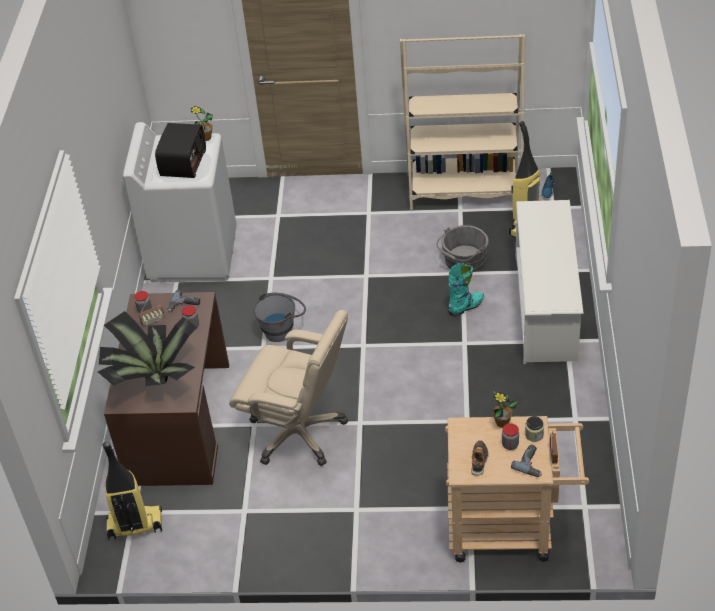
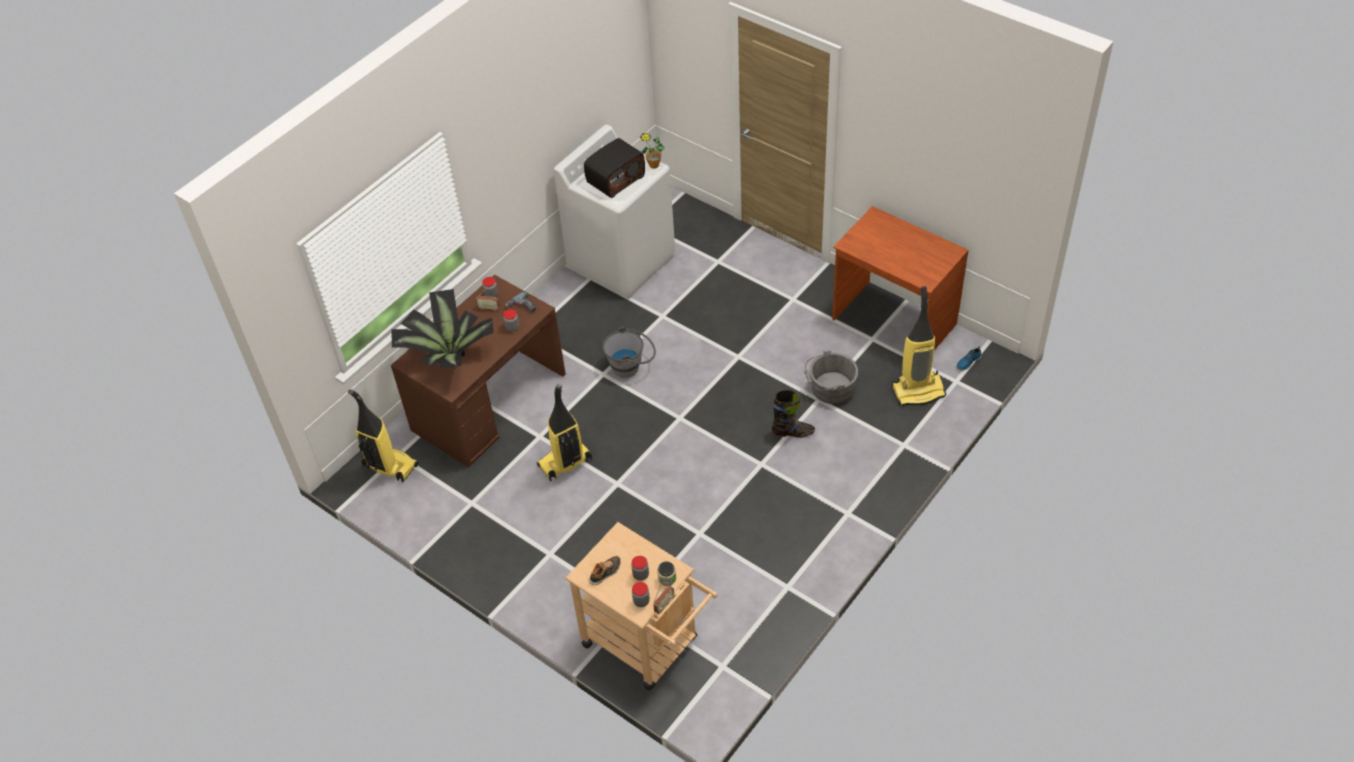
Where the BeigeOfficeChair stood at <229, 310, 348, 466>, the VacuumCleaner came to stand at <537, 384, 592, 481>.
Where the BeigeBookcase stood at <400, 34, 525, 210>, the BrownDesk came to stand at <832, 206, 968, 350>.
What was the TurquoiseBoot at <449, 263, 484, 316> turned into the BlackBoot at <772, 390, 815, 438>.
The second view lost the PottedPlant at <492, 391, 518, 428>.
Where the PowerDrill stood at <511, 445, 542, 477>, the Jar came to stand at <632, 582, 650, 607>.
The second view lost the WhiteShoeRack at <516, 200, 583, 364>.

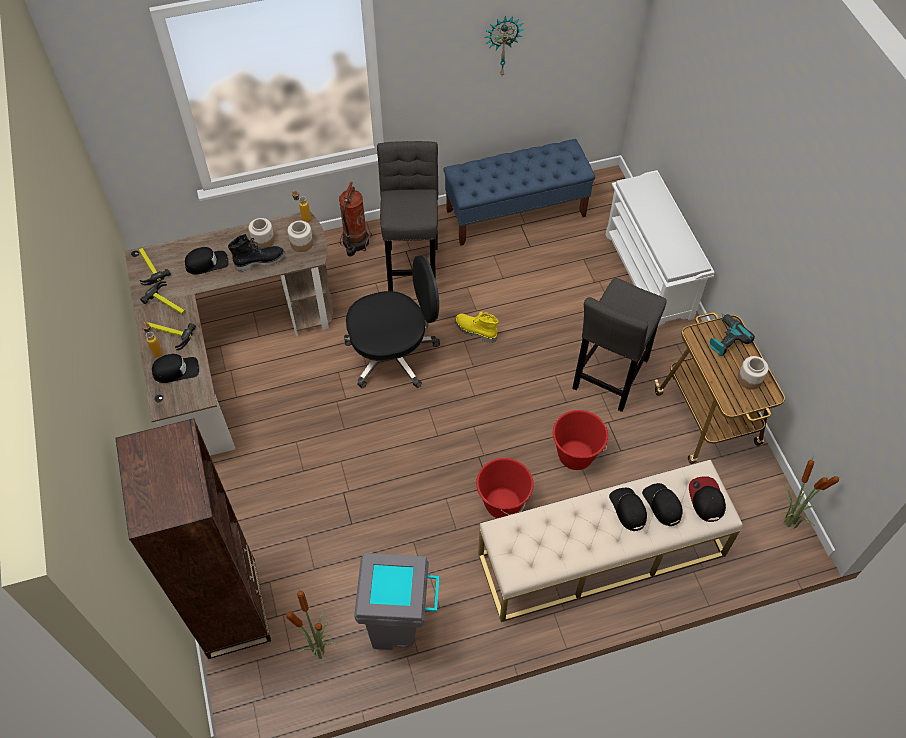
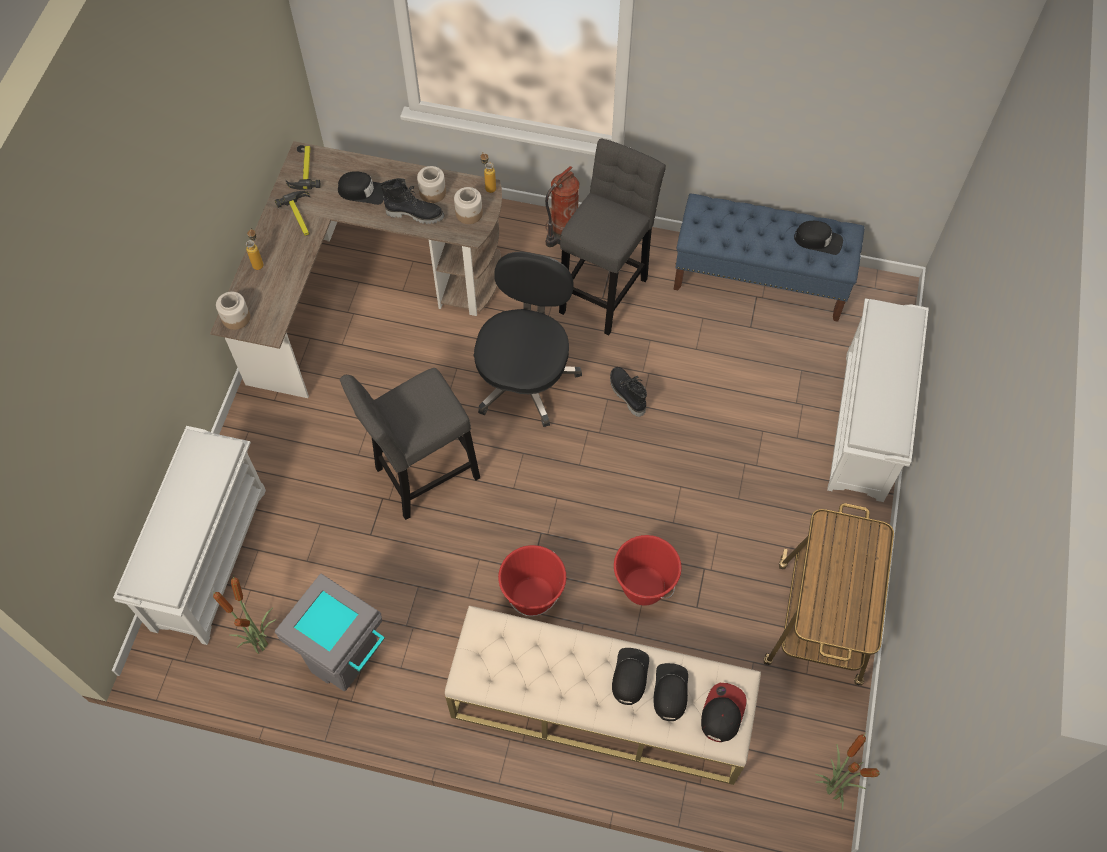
Where the BrownBookcase stood at <115, 418, 271, 659>, the WhiteShoeRack came to stand at <113, 426, 266, 645>.
The second view lost the Hammer at <148, 322, 196, 350>.
The BlackCap ended up elsewhere, having gone from <152, 354, 199, 383> to <794, 221, 843, 255>.
The BlackOfficeChair at <344, 256, 440, 388> ended up facing another way, 90 degrees counterclockwise from before.
What was the YellowBoot at <455, 311, 498, 343> turned into the BlackBoot at <610, 367, 647, 417>.
The second view lost the WallClock at <484, 16, 523, 76>.
The GreyStool ended up elsewhere, having gone from <572, 278, 667, 412> to <340, 368, 480, 520>.
The second view lost the PowerDrill at <709, 313, 755, 356>.
The Jar ended up elsewhere, having gone from <738, 356, 769, 390> to <216, 292, 250, 330>.

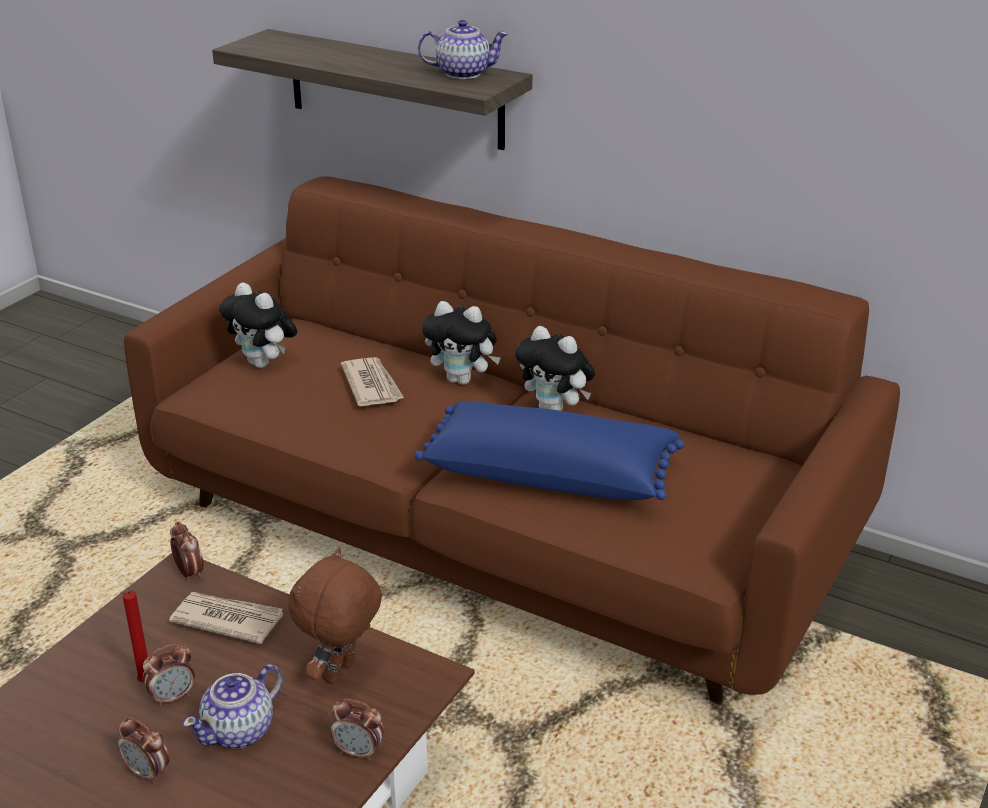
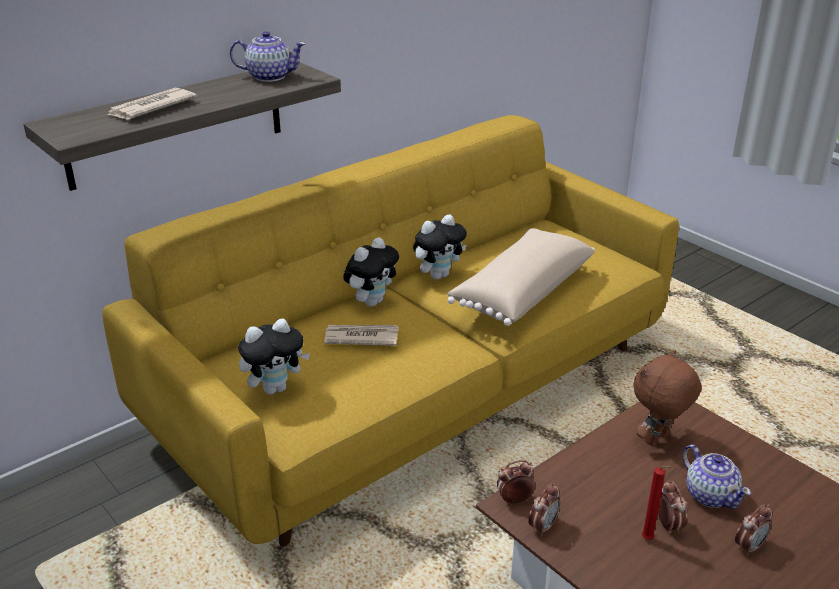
What was the BrownSofa at <124, 176, 900, 704> turned into the YellowSofa at <102, 115, 679, 547>.
The Newspaper ended up elsewhere, having gone from <169, 592, 283, 644> to <105, 88, 197, 120>.
The BrownPlushToy at <288, 548, 382, 684> ended up facing another way, 90 degrees clockwise from before.
The AlarmClock ended up elsewhere, having gone from <330, 699, 384, 761> to <528, 483, 560, 536>.
What was the BluePillow at <415, 401, 685, 500> turned into the BeigePillow at <447, 228, 595, 326>.
The Teapot at <418, 20, 508, 79> ended up facing another way, 75 degrees clockwise from before.

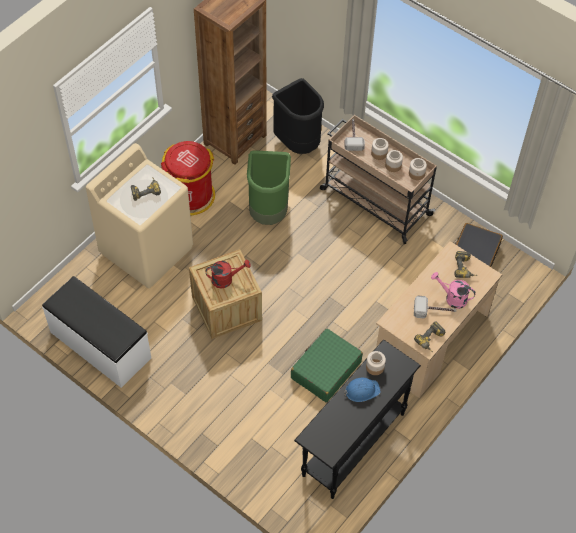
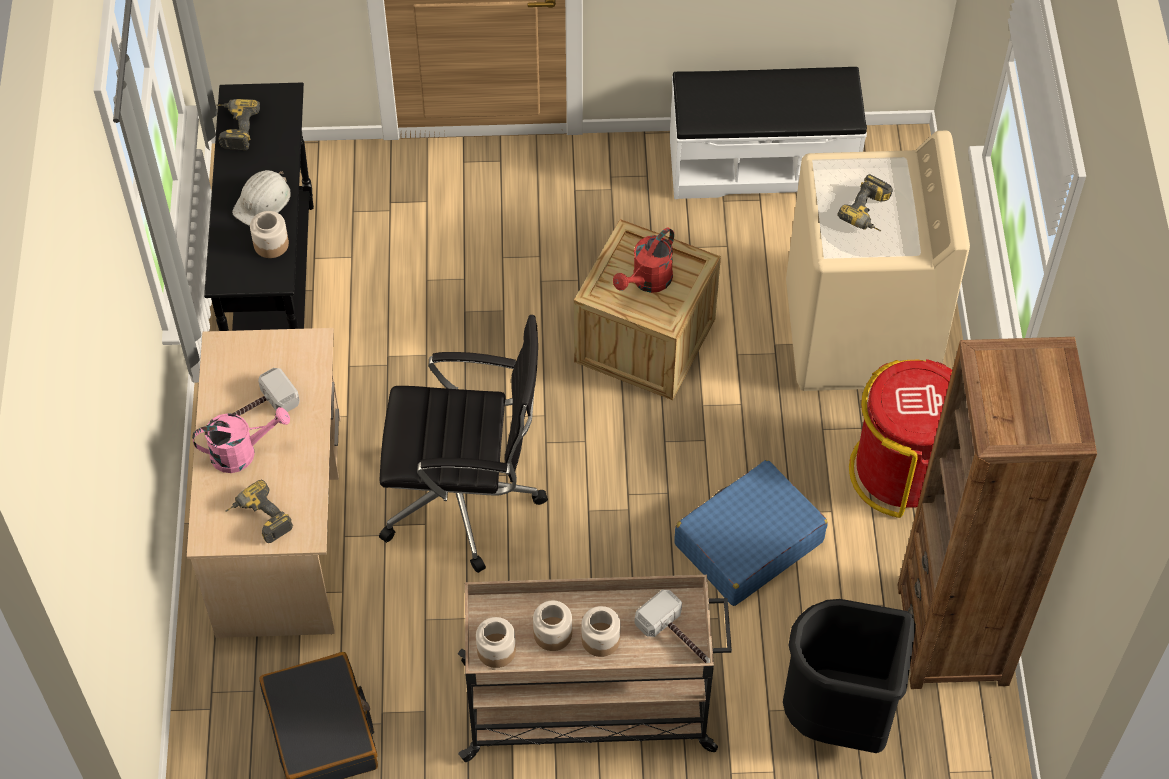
Where the GreenTrashCan stood at <247, 150, 291, 225>, the BlueSuitcase came to stand at <674, 460, 828, 606>.
The second view lost the GreenSuitcase at <291, 329, 363, 402>.
What was the BlueHardHat at <344, 378, 381, 402> turned into the WhiteHardHat at <232, 170, 291, 226>.
The PowerDrill ended up elsewhere, having gone from <414, 321, 445, 352> to <216, 99, 260, 150>.
The second view gained the BlackOfficeChair at <379, 315, 548, 573>.

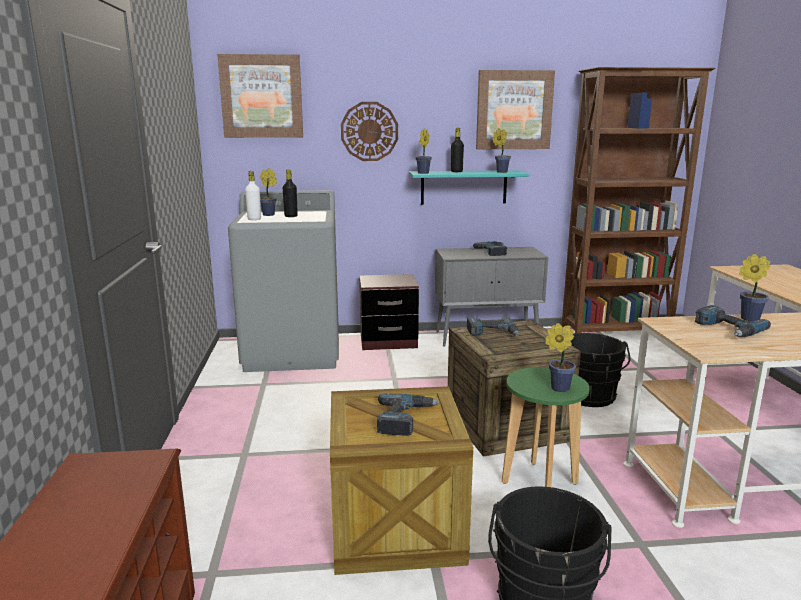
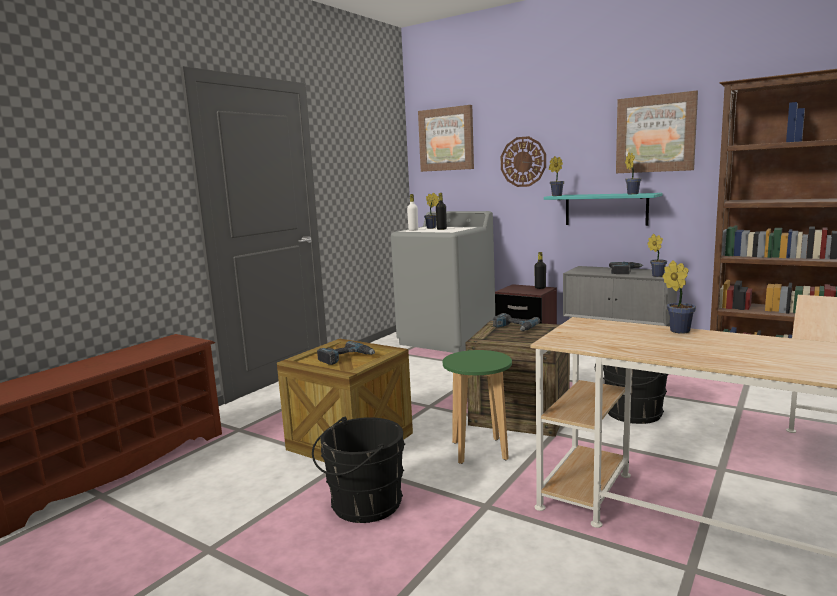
The BlackBottle ended up elsewhere, having gone from <451, 128, 464, 172> to <534, 252, 546, 289>.
The PottedPlant ended up elsewhere, having gone from <545, 323, 576, 392> to <647, 234, 667, 277>.
The second view lost the PowerDrill at <694, 305, 771, 337>.

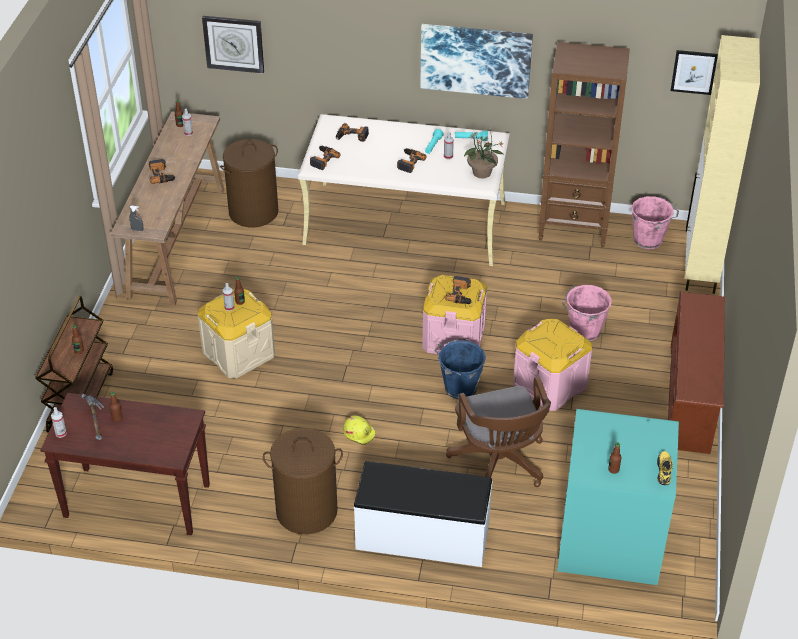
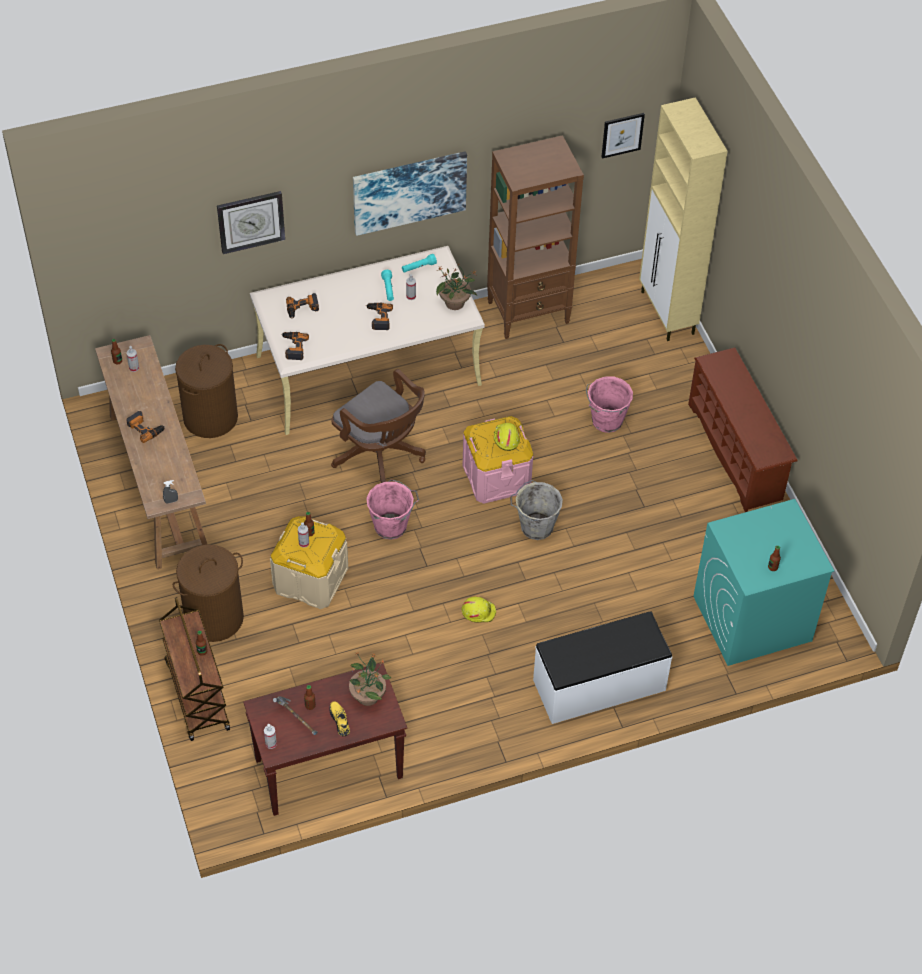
The WallClock ended up elsewhere, having gone from <202, 16, 264, 74> to <217, 191, 285, 254>.
The BrownLaundryBasket ended up elsewhere, having gone from <263, 428, 343, 534> to <173, 544, 244, 642>.
What was the BlueBucket at <434, 339, 486, 399> turned into the GreyBucket at <510, 480, 563, 540>.
Where the PowerDrill stood at <445, 276, 472, 304>, the YellowHardHat came to stand at <494, 423, 520, 451>.
The BrownOfficeChair ended up elsewhere, having gone from <446, 377, 551, 487> to <331, 369, 426, 483>.
The second view lost the PinkStorageBox at <513, 319, 592, 411>.
The PinkBucket ended up elsewhere, having gone from <631, 196, 679, 249> to <366, 480, 419, 540>.
The YellowShoe ended up elsewhere, having gone from <657, 451, 673, 485> to <329, 701, 350, 736>.
The second view gained the PottedPlant at <349, 651, 391, 706>.

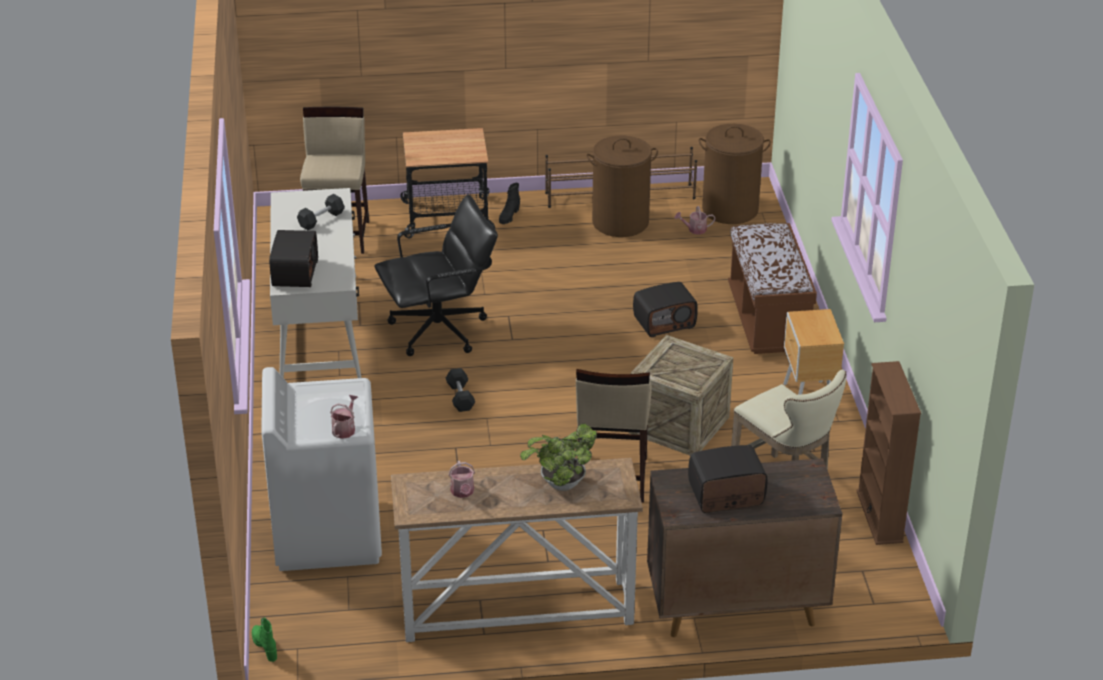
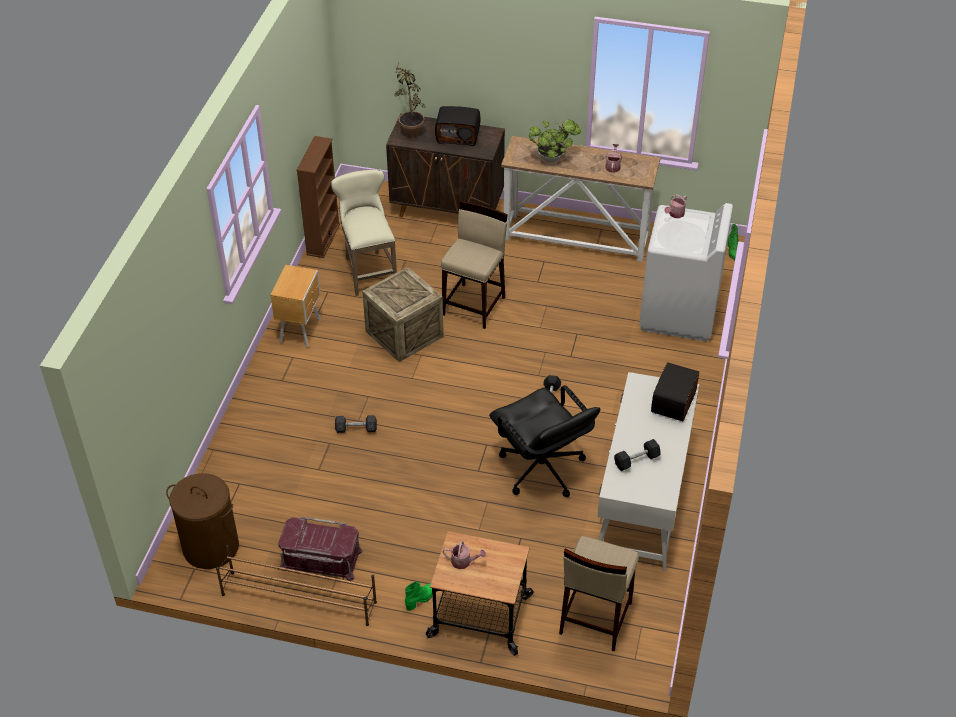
The BlackOfficeChair at <375, 194, 498, 356> ended up facing another way, 120 degrees counterclockwise from before.
What was the BlackBoot at <499, 183, 520, 224> turned into the GreenBoot at <405, 581, 433, 611>.
Where the BrownLaundryBasket stood at <586, 136, 658, 237>, the RedStorageBox came to stand at <278, 517, 363, 581>.
Where the Radio stood at <633, 282, 698, 337>, the GreyDumbbell came to stand at <335, 415, 377, 433>.
The WateringCan ended up elsewhere, having gone from <675, 206, 715, 235> to <442, 541, 486, 569>.
The second view lost the BrownBench at <728, 223, 817, 354>.
The second view gained the PottedPlant at <395, 62, 426, 137>.

